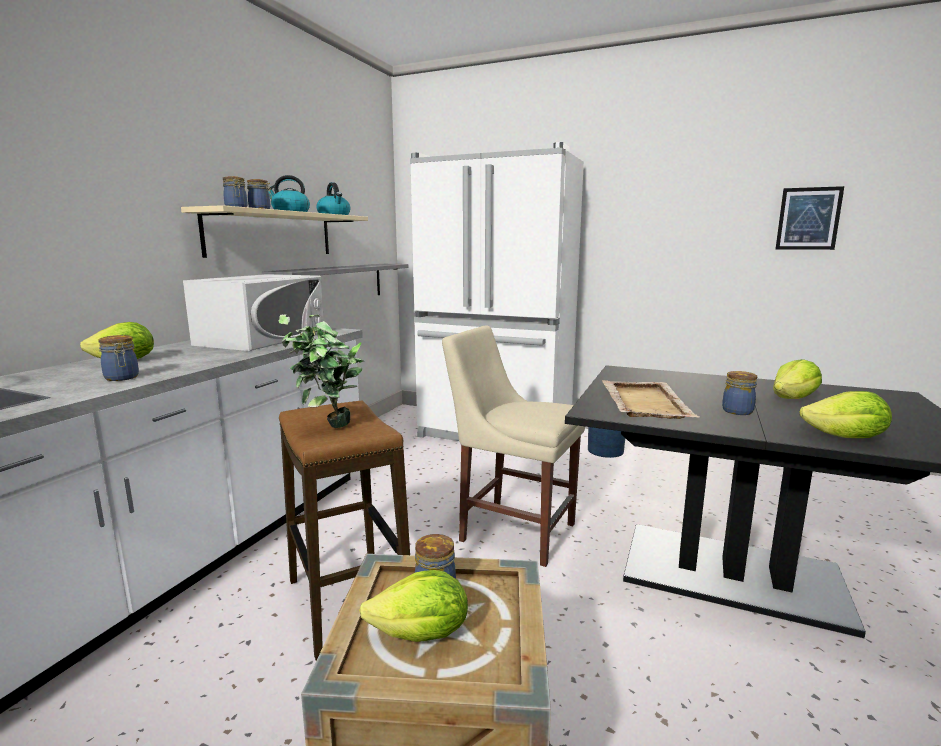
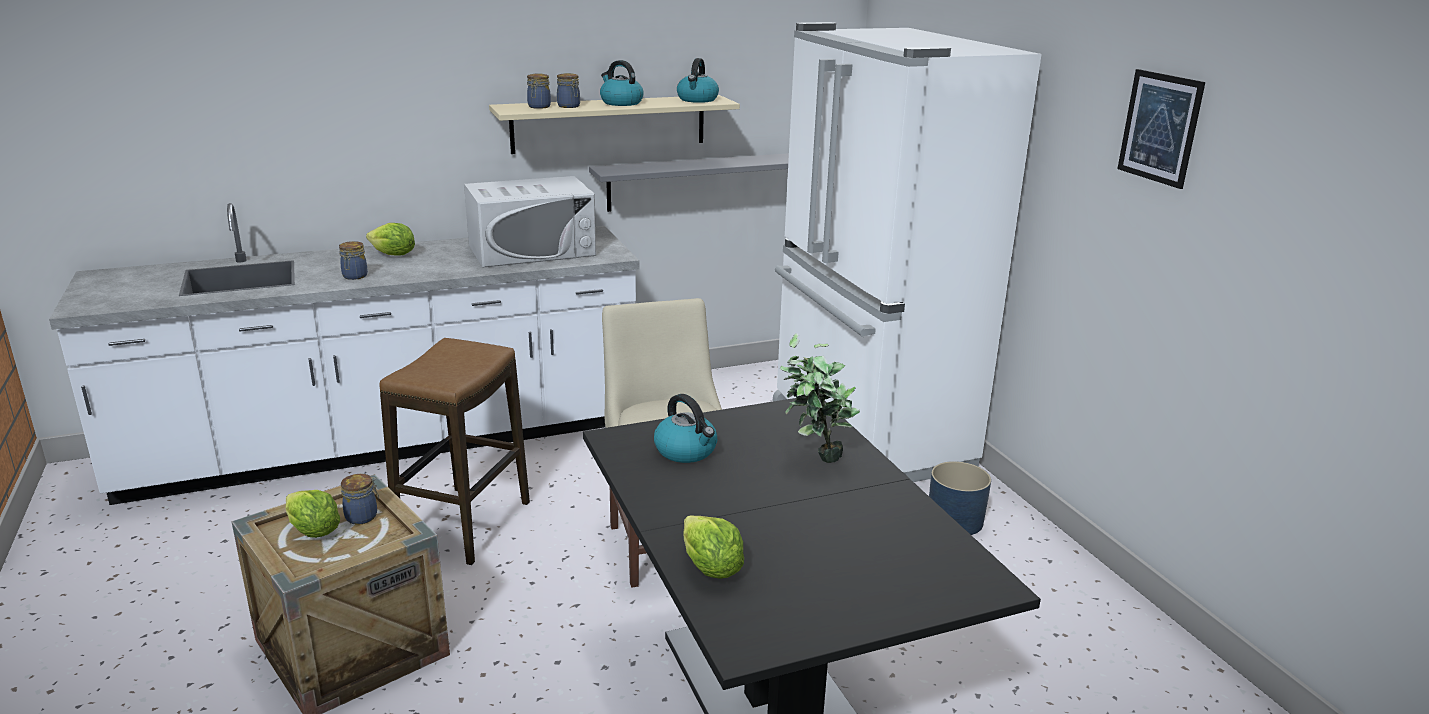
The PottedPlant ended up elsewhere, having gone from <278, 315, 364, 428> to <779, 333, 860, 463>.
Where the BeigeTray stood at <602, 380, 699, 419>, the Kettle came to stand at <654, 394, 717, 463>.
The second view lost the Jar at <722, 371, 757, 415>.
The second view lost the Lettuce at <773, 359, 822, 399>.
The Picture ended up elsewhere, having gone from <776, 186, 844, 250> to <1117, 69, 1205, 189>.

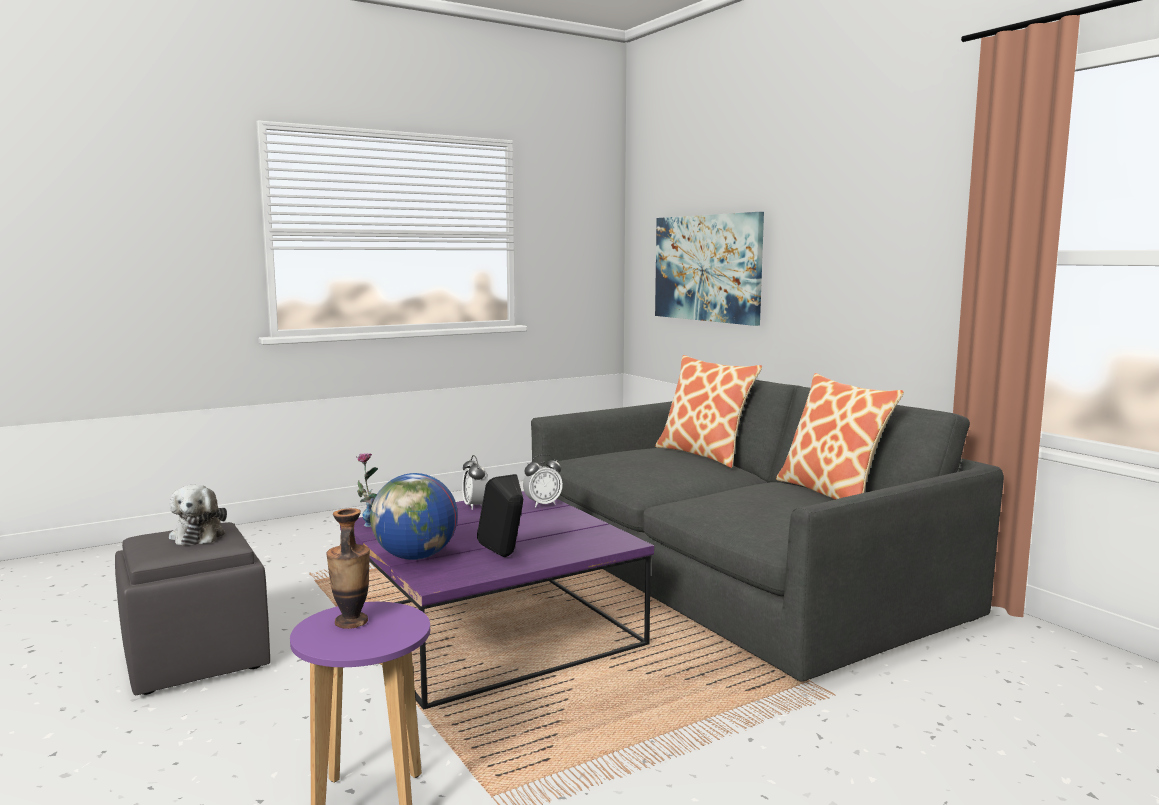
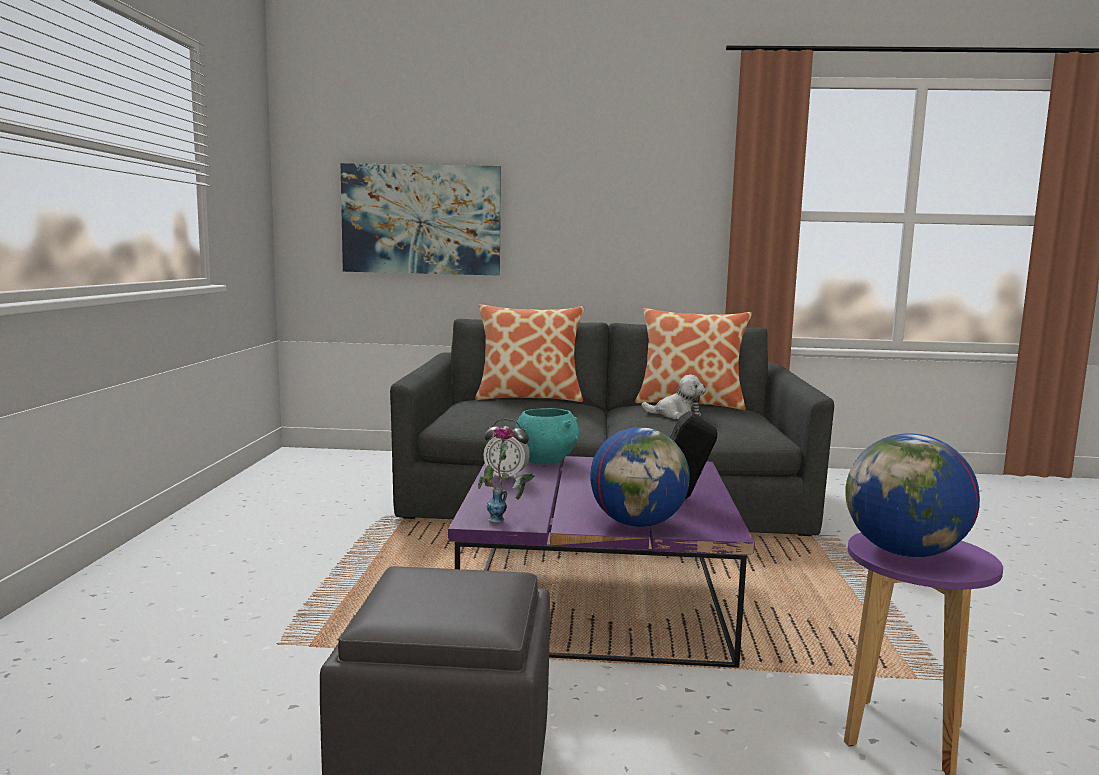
The PlushToy ended up elsewhere, having gone from <169, 485, 227, 546> to <641, 375, 706, 419>.
Where the Vase stood at <326, 508, 370, 629>, the Globe came to stand at <845, 433, 980, 557>.
Where the AlarmClock stood at <523, 454, 563, 507>, the TurquoiseBowl came to stand at <515, 408, 579, 465>.

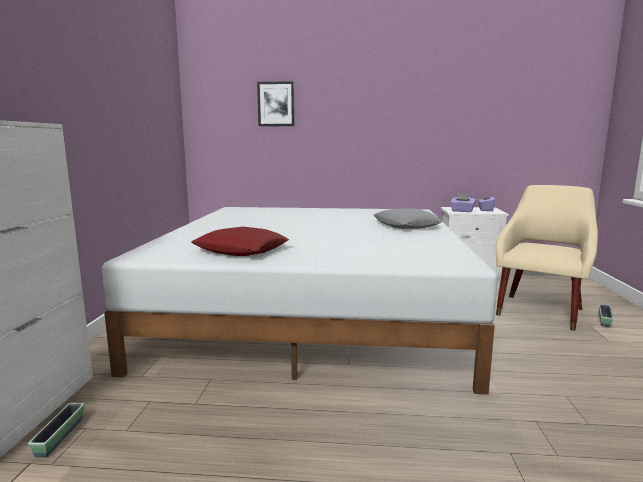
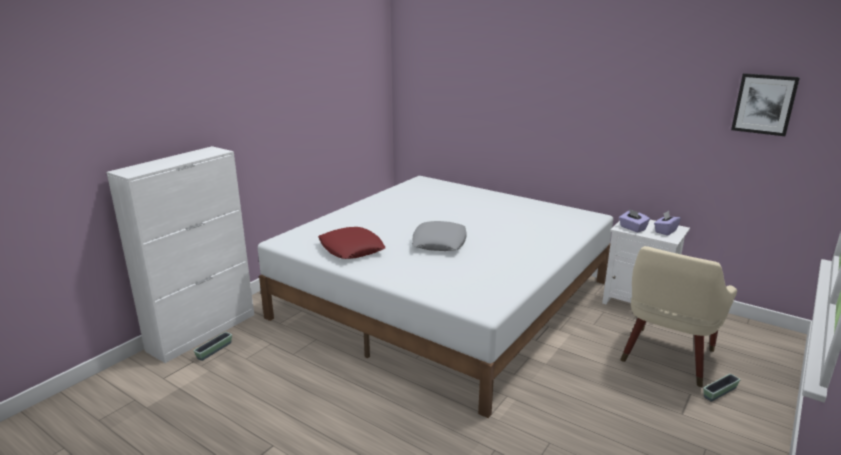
The Picture ended up elsewhere, having gone from <257, 81, 295, 126> to <731, 73, 800, 136>.
The GreyPillow ended up elsewhere, having gone from <374, 209, 442, 229> to <412, 221, 467, 251>.
The BeigeArmchair at <496, 185, 598, 331> ended up facing another way, 150 degrees clockwise from before.

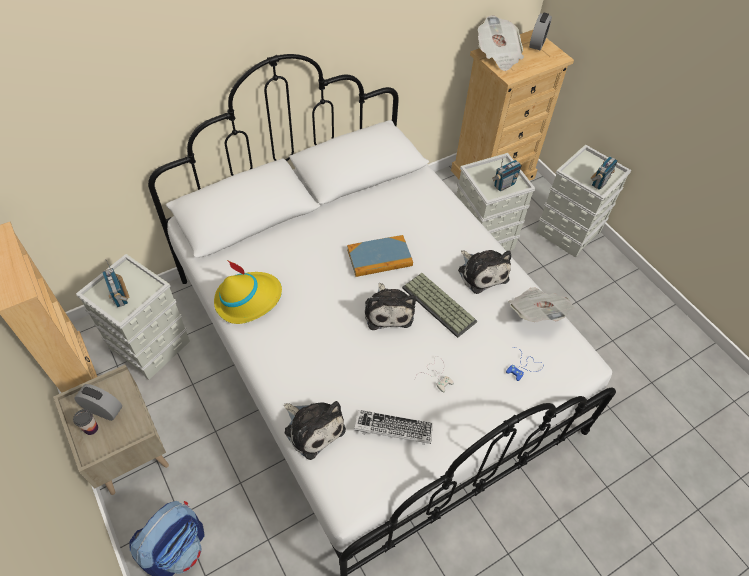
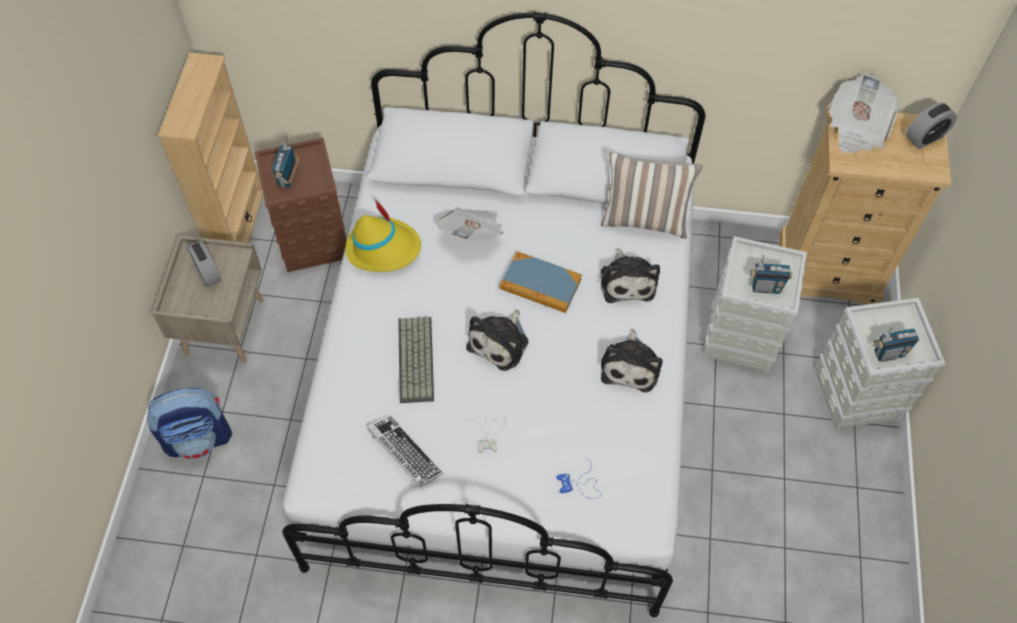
The second view lost the Cup at <73, 409, 98, 435>.
What was the GreyStorageBox at <76, 254, 190, 380> turned into the BrownStorageBox at <255, 137, 347, 272>.
The PlushToy ended up elsewhere, having gone from <284, 401, 346, 460> to <601, 248, 660, 303>.
The Keyboard ended up elsewhere, having gone from <402, 273, 477, 338> to <398, 317, 434, 403>.
The Newspaper ended up elsewhere, having gone from <508, 287, 575, 322> to <436, 208, 503, 240>.
The second view gained the Pillow at <601, 151, 703, 239>.

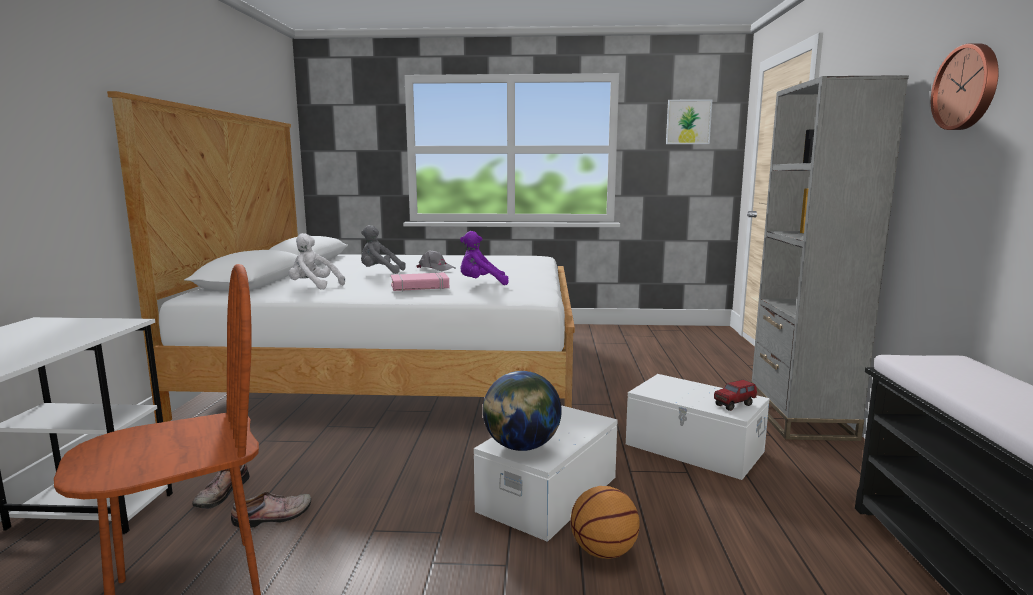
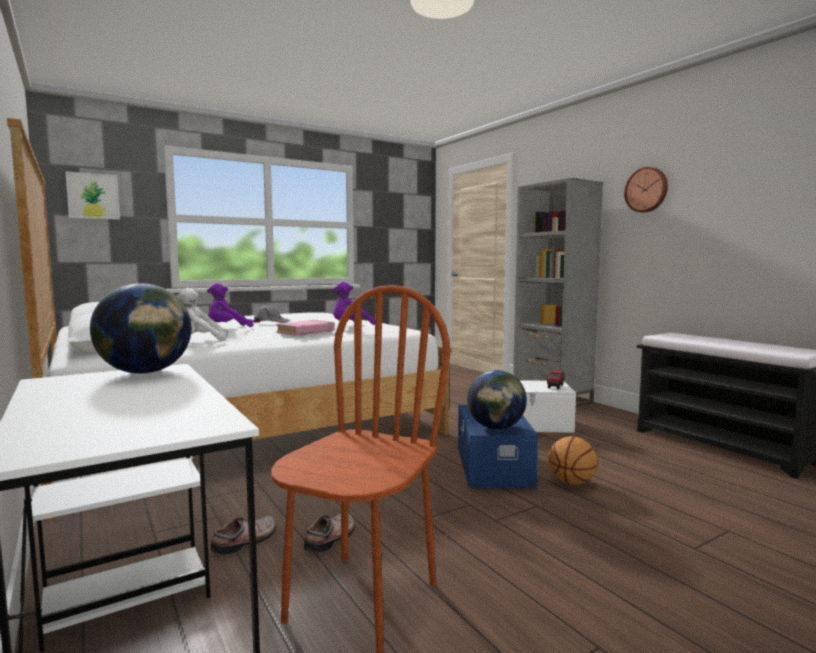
The Shoe at <192, 464, 250, 509> ended up facing another way, 120 degrees counterclockwise from before.
What was the GreyPlushToy at <361, 225, 406, 274> turned into the PurplePlushToy at <207, 283, 253, 327>.
What was the WhiteStorageBox at <474, 405, 618, 542> turned into the BlueStorageBox at <458, 405, 538, 488>.
The Picture ended up elsewhere, having gone from <666, 99, 713, 144> to <65, 171, 120, 220>.
The second view gained the Globe at <90, 283, 191, 374>.

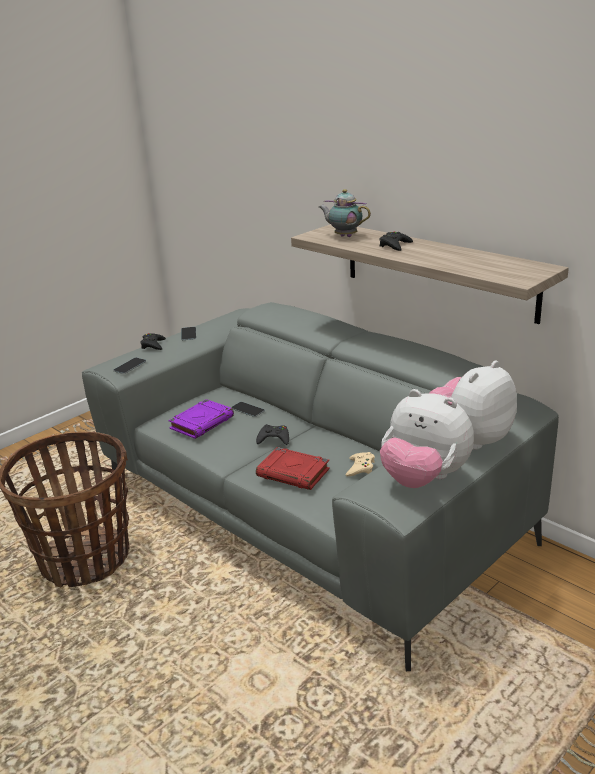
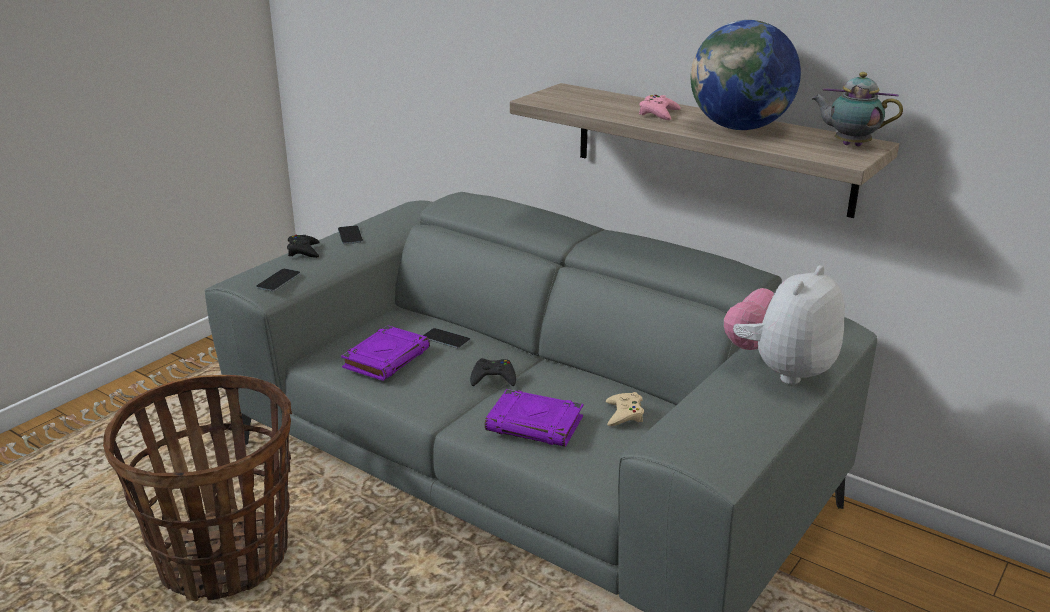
What was the RedBook at <256, 447, 330, 490> turned into the PurpleBook at <485, 389, 583, 447>.
The Teapot ended up elsewhere, having gone from <319, 189, 371, 237> to <811, 72, 903, 146>.
What was the BlackGameController at <380, 231, 413, 251> turned into the PinkGameController at <639, 95, 681, 120>.
The second view lost the PlushToy at <380, 389, 474, 488>.
The second view gained the Globe at <691, 20, 801, 130>.

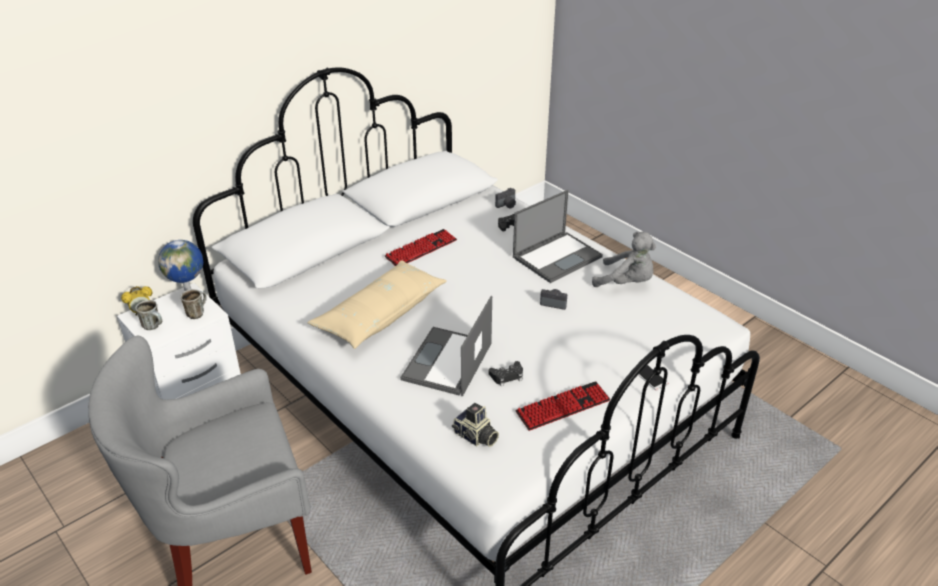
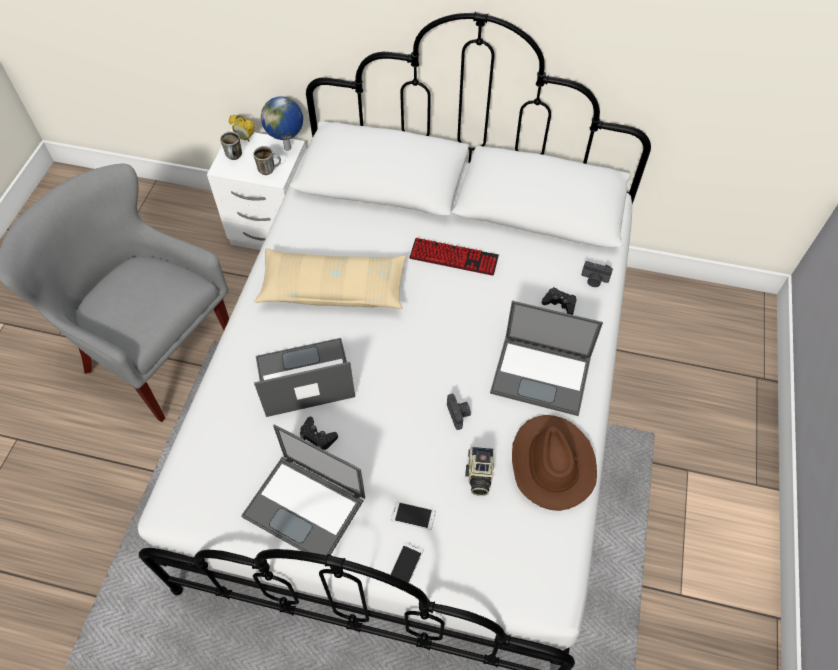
The PhotoCamera ended up elsewhere, having gone from <452, 403, 499, 447> to <465, 447, 494, 496>.
Where the Keyboard stood at <515, 381, 610, 431>, the Laptop came to stand at <241, 424, 365, 555>.
Where the GreyPlushToy stood at <592, 232, 656, 287>, the BrownHat came to stand at <512, 415, 597, 511>.
The second view gained the Phone at <391, 502, 436, 530>.

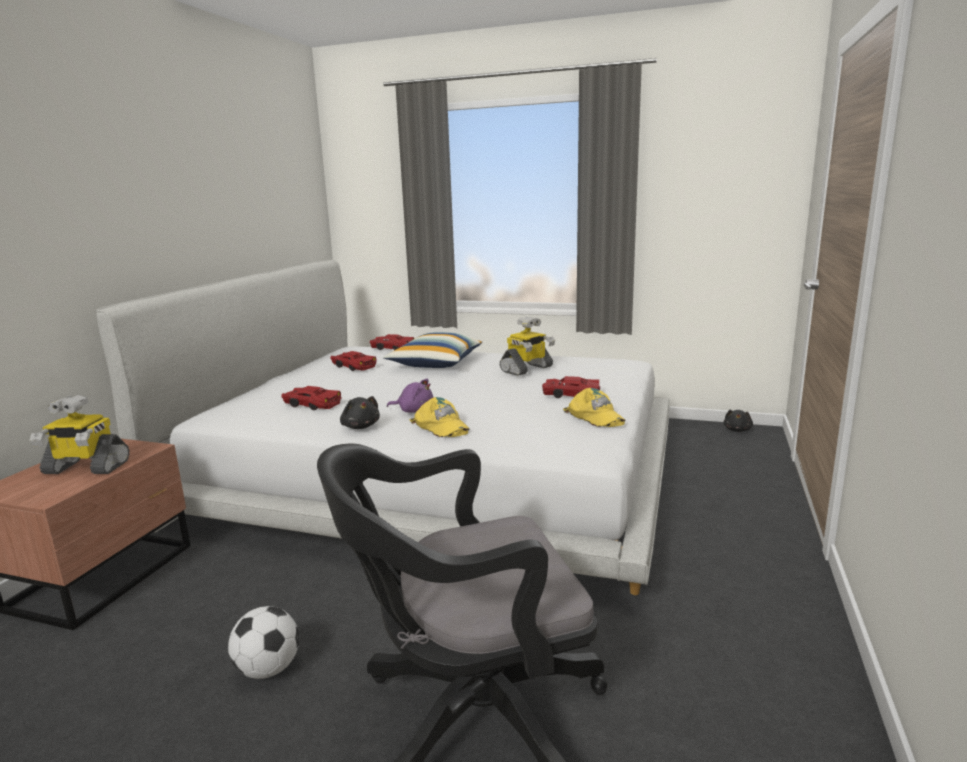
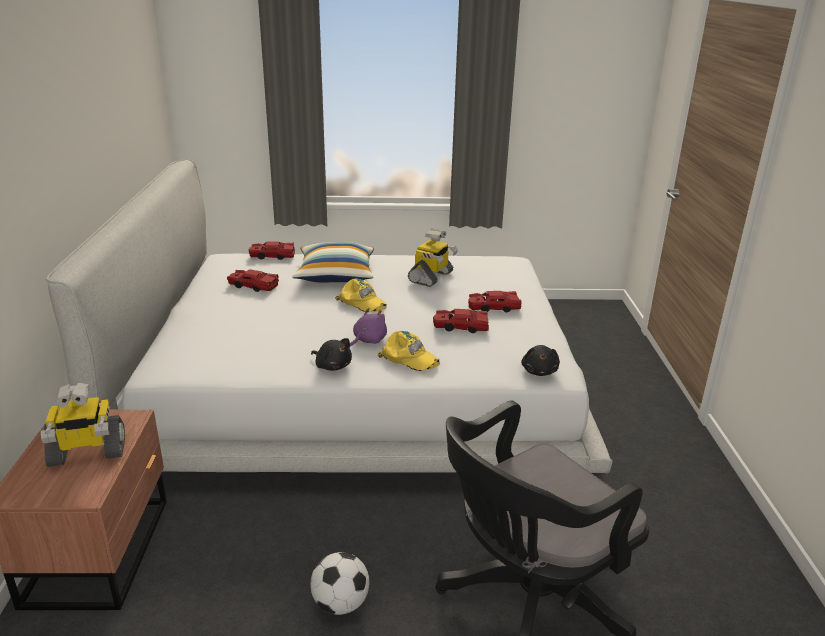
The RedToyCar ended up elsewhere, having gone from <281, 386, 342, 410> to <433, 309, 489, 333>.
The PurplePlushToy at <387, 378, 434, 412> ended up facing another way, 45 degrees counterclockwise from before.
The YellowCap ended up elsewhere, having gone from <563, 388, 625, 427> to <335, 278, 387, 312>.
The BlackPlushToy ended up elsewhere, having gone from <724, 409, 753, 432> to <521, 345, 560, 376>.

